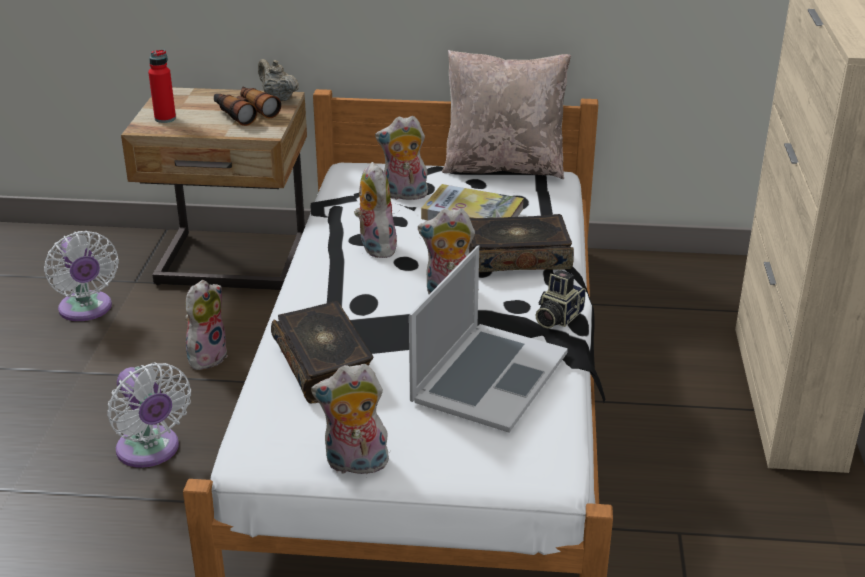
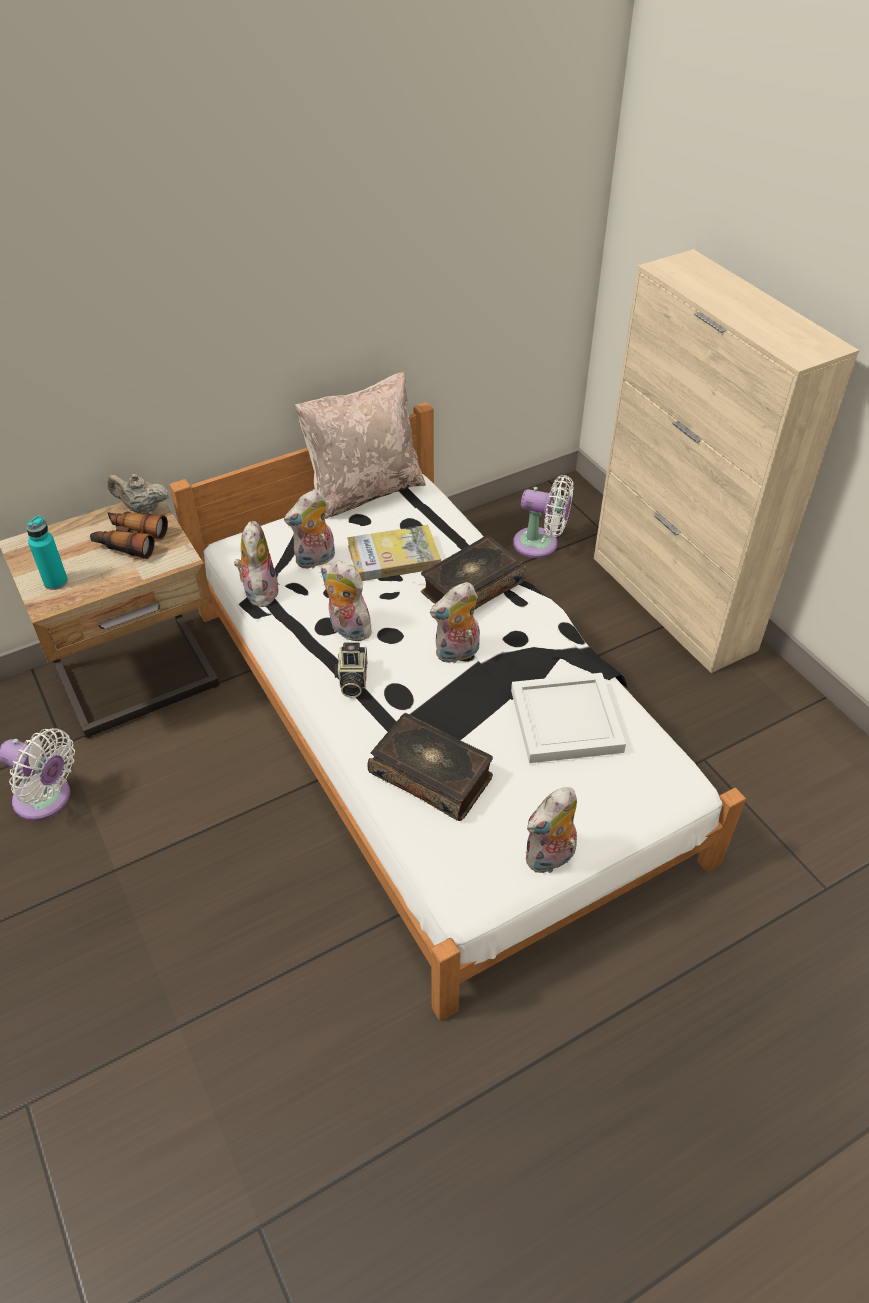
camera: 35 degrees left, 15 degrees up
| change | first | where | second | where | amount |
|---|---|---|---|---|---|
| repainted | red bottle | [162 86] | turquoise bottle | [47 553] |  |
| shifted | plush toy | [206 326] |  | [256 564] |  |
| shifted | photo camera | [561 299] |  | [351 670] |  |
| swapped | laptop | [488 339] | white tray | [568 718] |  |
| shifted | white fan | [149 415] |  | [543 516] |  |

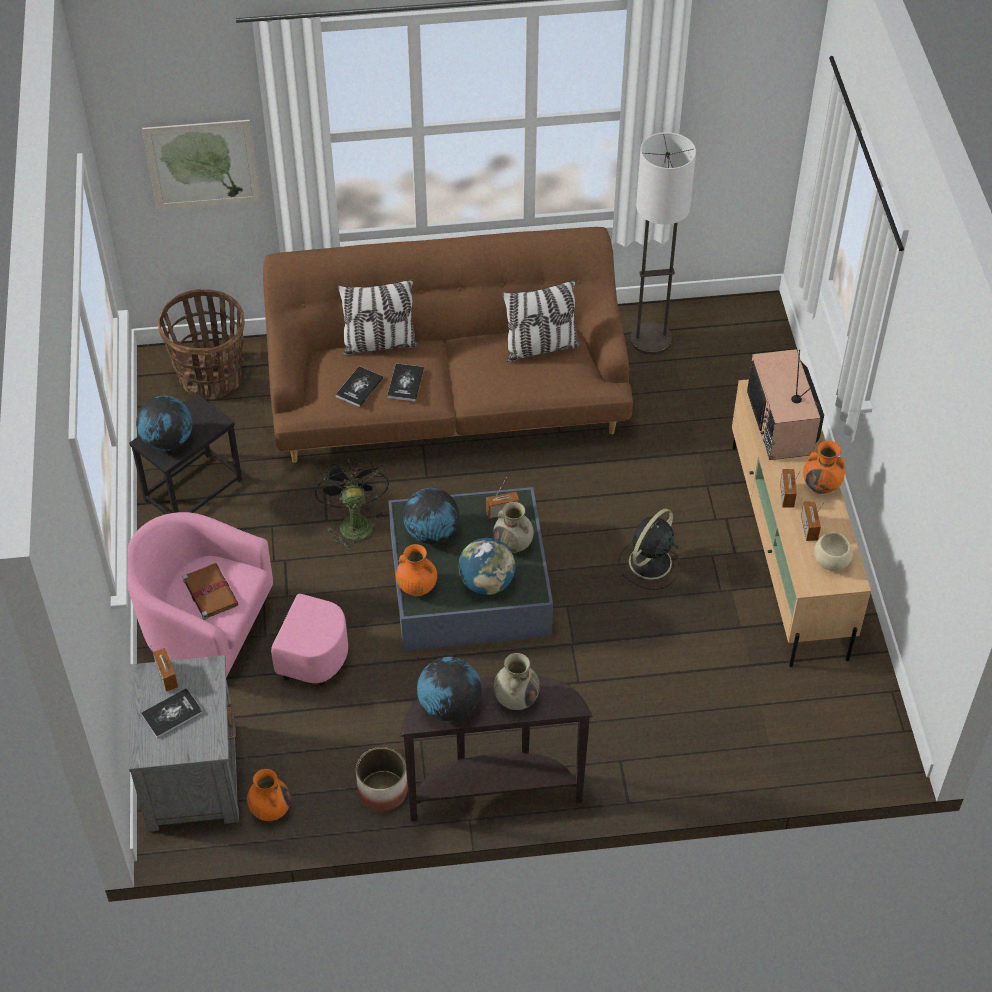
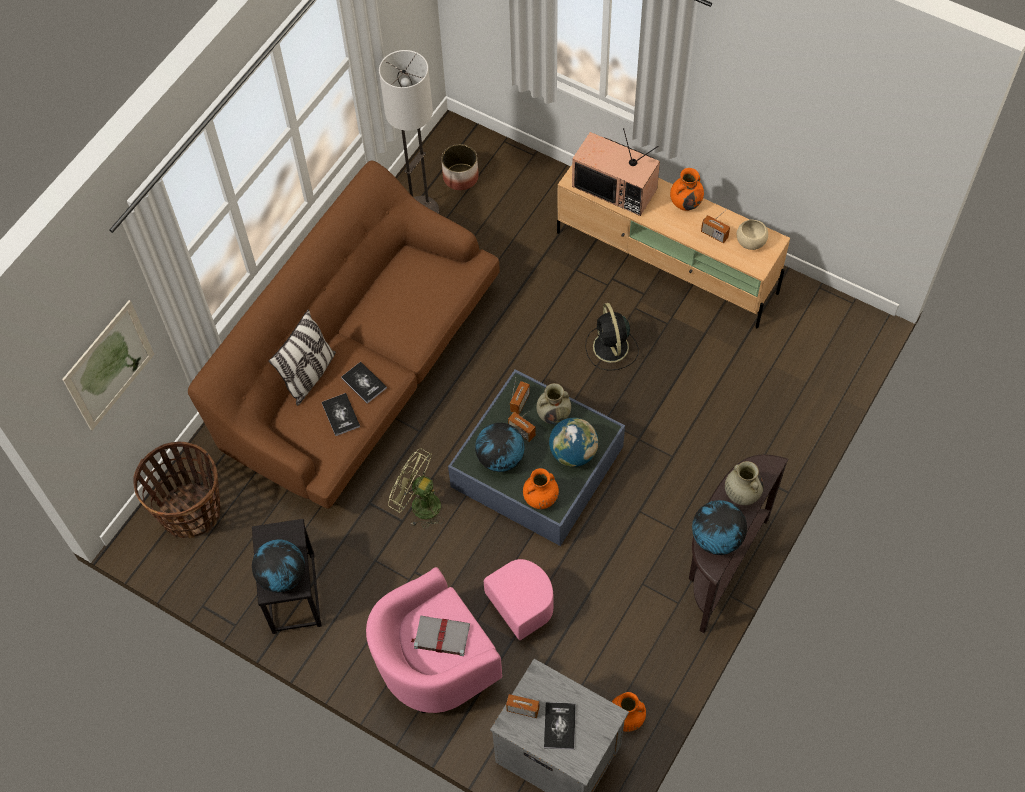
camera: 50 degrees left, 10 degrees up
| change | first | where | second | where | amount |
|---|---|---|---|---|---|
| repainted | black fan | [352 504] | green fan | [416 488] |  |
| repainted | brown book | [210 591] | grey book | [440 635] |  |
| shifted | planter | [382 779] |  | [460 167] |  |
| shifted | radio | [790 488] |  | [522 427] |  |
| gone | pillow | [541 321] |  |  |  |

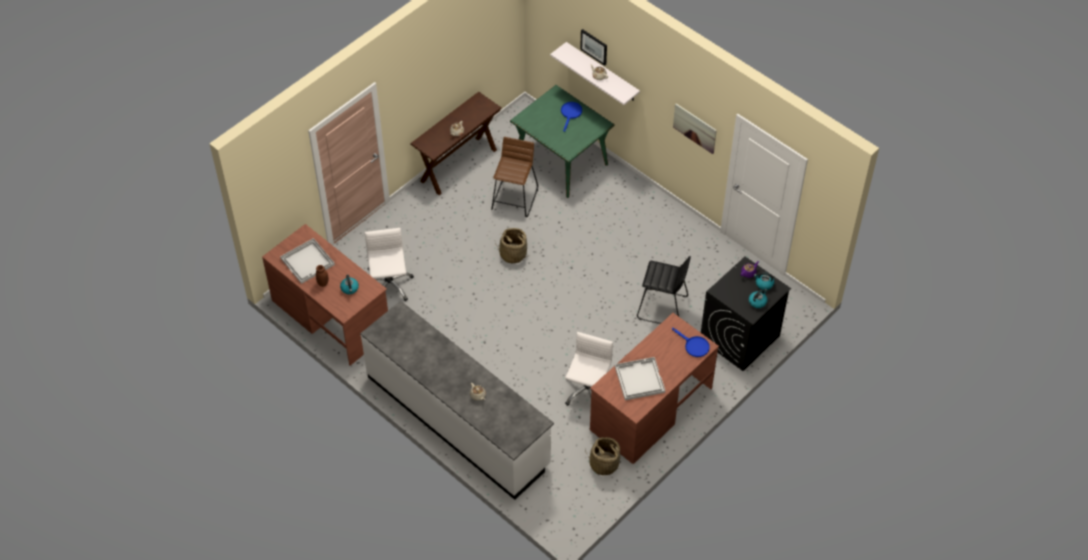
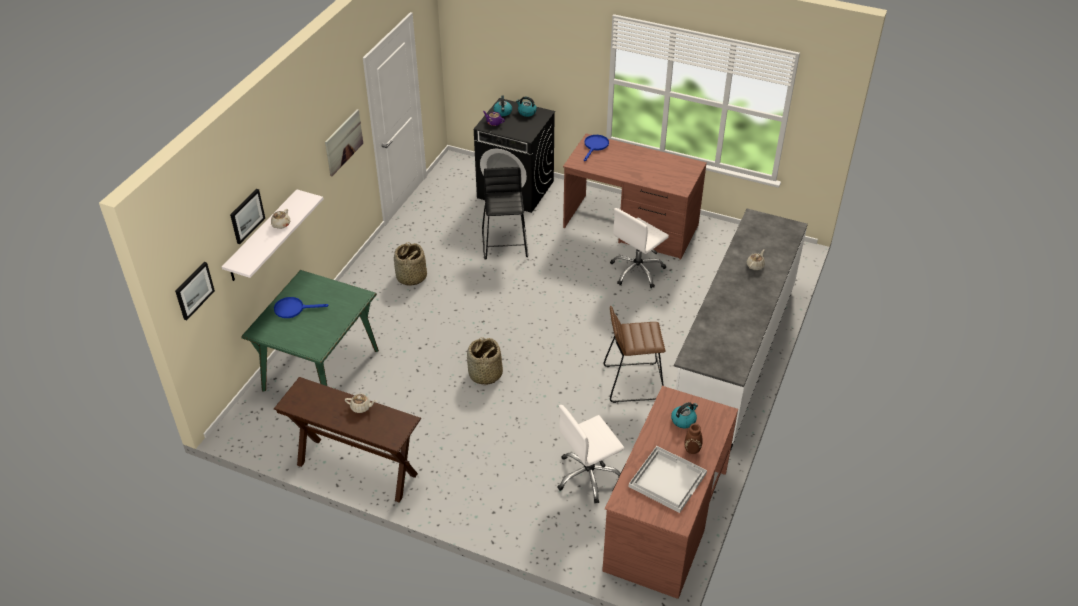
camera: 110 degrees left, 10 degrees down
| change | first | where | second | where | amount |
|---|---|---|---|---|---|
| new |  |  | picture | [195 291] |  |
| shifted | basket | [602 456] |  | [410 264] |  |
| shifted | brown stool | [514 177] |  | [634 354] |  |
| rotated | white office chair | [589 369] |  | [639 248] | 45 degrees counterclockwise |
| gone | white tray | [640 378] |  |  |  |

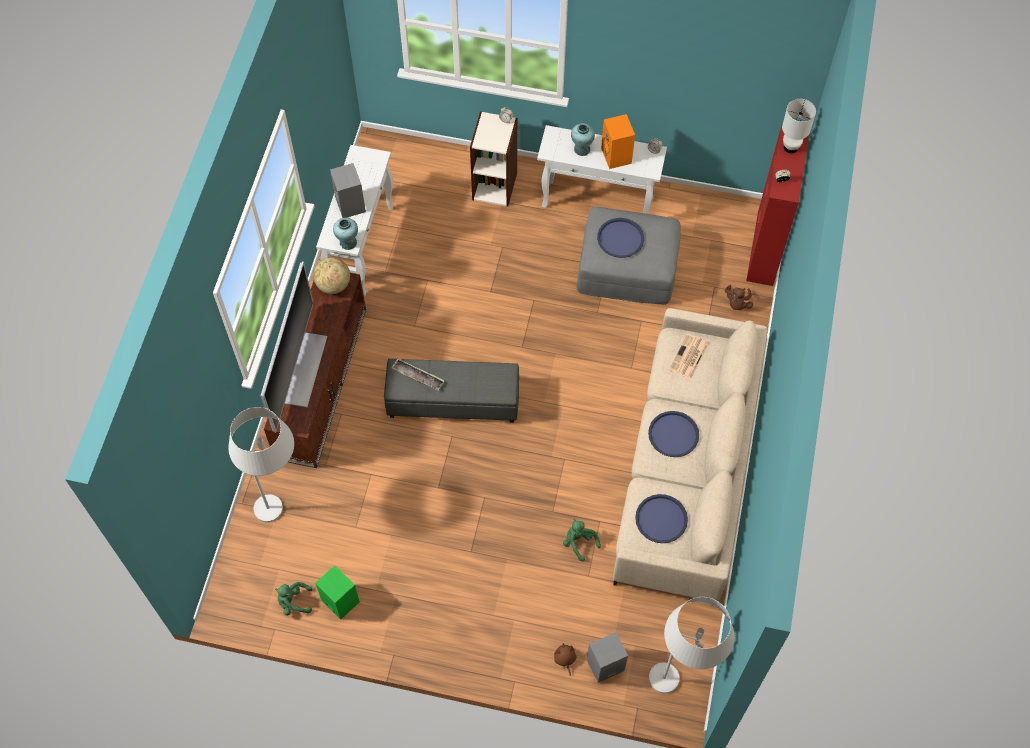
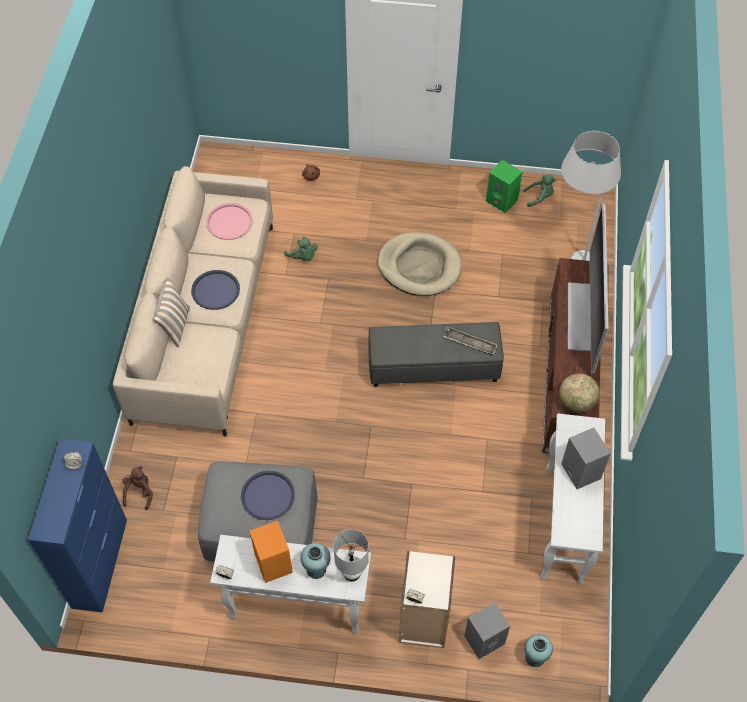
camera: 175 degrees right, 5 degrees down
| change | first | where | second | where | amount |
|---|---|---|---|---|---|
| repainted | red cabinet | [777 205] | blue cabinet | [77 526] |  |
| new |  |  | pillow | [171 313] |  |
| repainted | blue tray | [661 518] | pink tray | [229 221] |  |
| shifted | white table lamp | [799 126] |  | [351 555] |  |
| new |  |  | beige dog bed | [419 264] |  |
| shifted | grey speaker | [607 657] |  | [487 630] |  |
| shifted | turquoise vase | [345 234] |  | [538 650] |  |
| gone | white floor lamp | [691 645] |  |  |  |
| gone | newspaper | [688 356] |  |  |  |

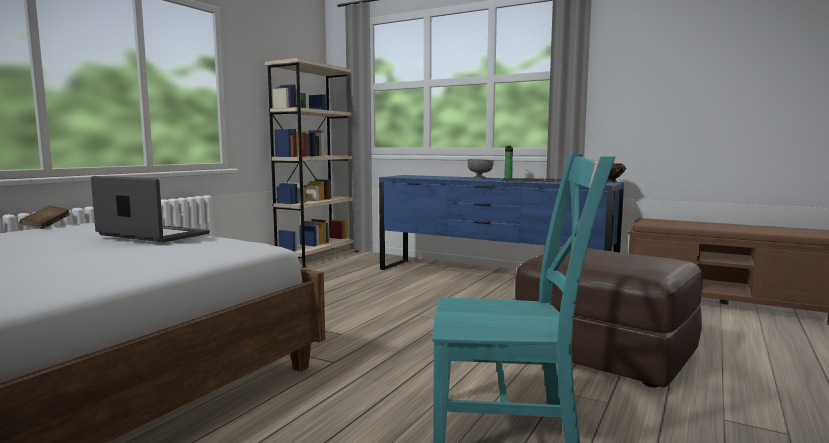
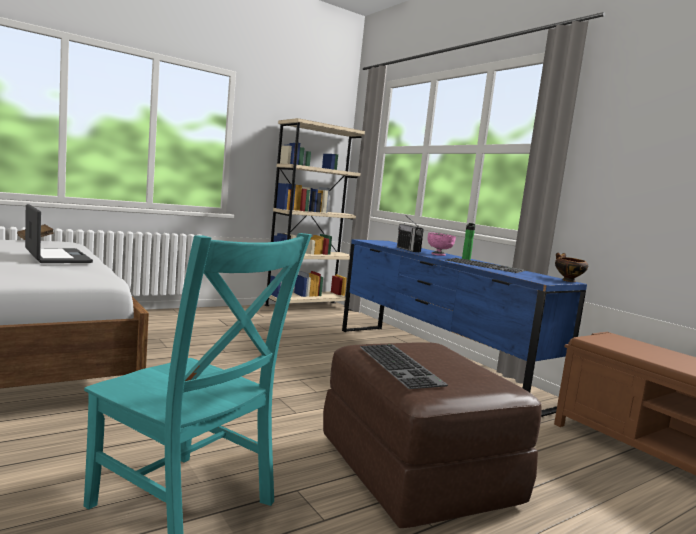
camera: 25 degrees right, 0 degrees up
| change | first | where | second | where | amount |
|---|---|---|---|---|---|
| new |  |  | keyboard | [403 366] |  |
| new |  |  | radio | [410 233] |  |
| repainted | grey bowl | [480 169] | pink bowl | [442 244] |  |

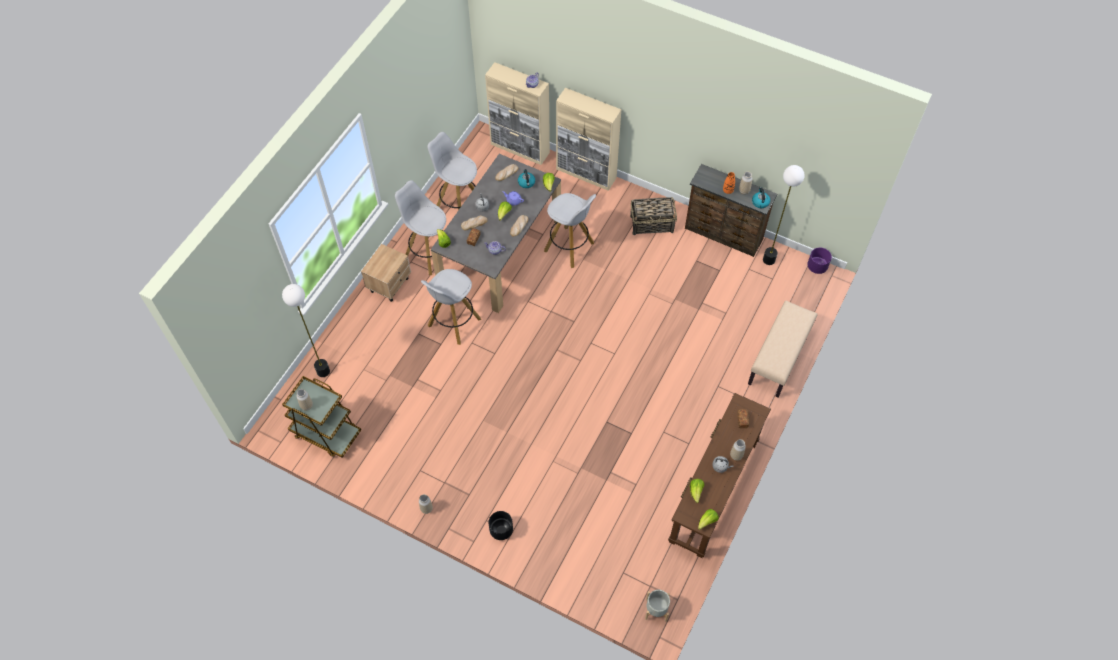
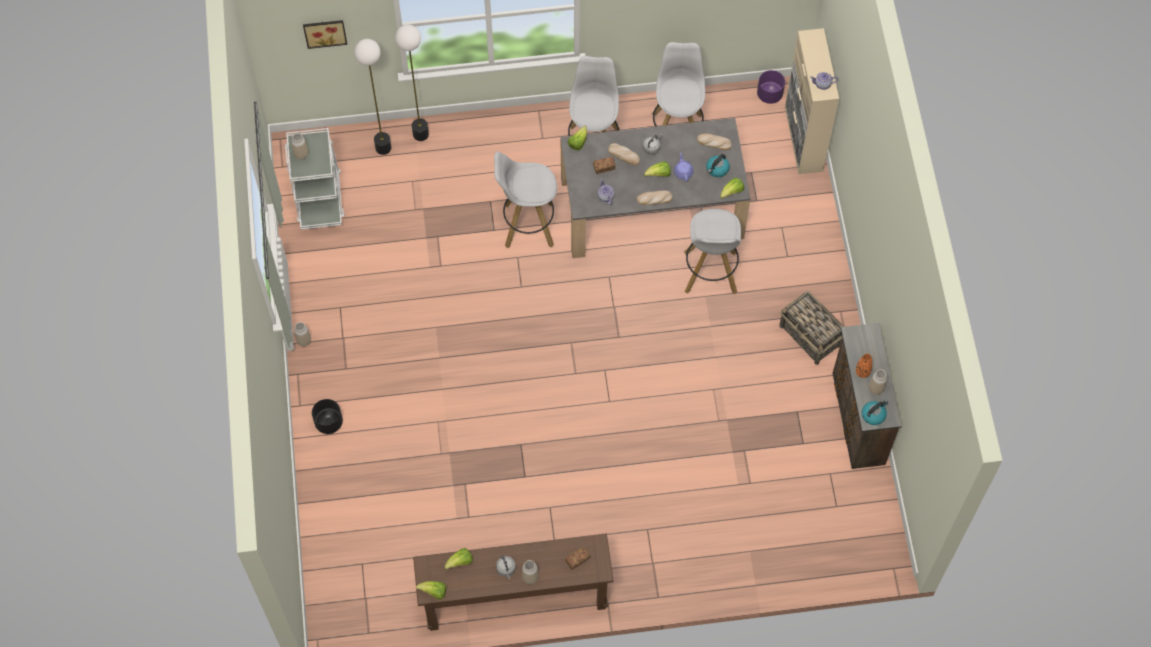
camera: 55 degrees right, 5 degrees up
| change | first | where | second | where | amount |
|---|---|---|---|---|---|
| repainted | brown cart | [321 417] | white cart | [315 179] |  |
| new |  |  | picture | [325 34] |  |
| shifted | floor lamp | [784 215] |  | [412 82] |  |
| shifted | purple planter | [819 261] |  | [771 87] |  |
| gone | beige nightstand | [386 273] |  |  |  |
| gone | beige cabinet | [588 139] |  |  |  |
| gone | grey planter | [657 606] |  |  |  |
| gone | beige bench | [783 349] |  |  |  |

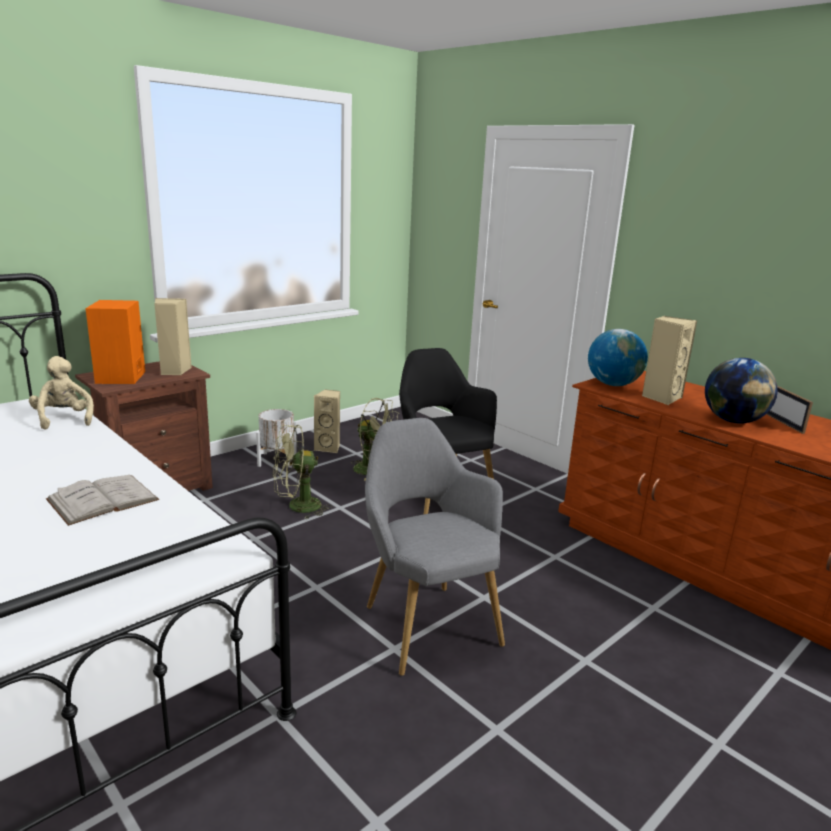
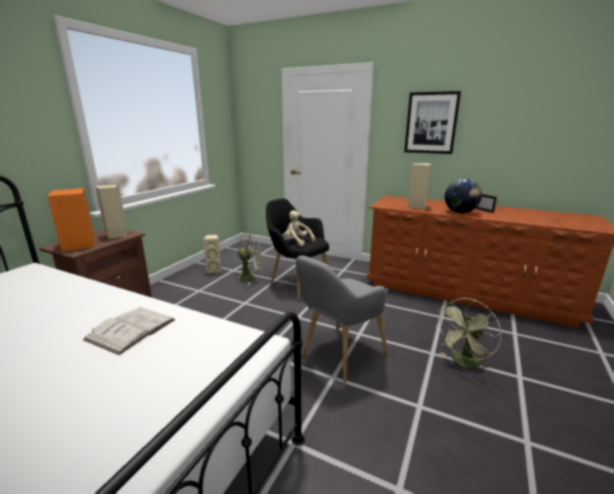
camera: 20 degrees left, 0 degrees up
| change | first | where | second | where | amount |
|---|---|---|---|---|---|
| shifted | beige plush toy | [61 393] |  | [300 228] |  |
| rotated | grey armchair | [435 547] |  | [341 318] | 90 degrees counterclockwise |
| new |  |  | picture | [432 122] |  |
| shifted | green fan | [302 472] |  | [468 336] |  |
| gone | white planter | [276 438] |  |  |  |
| gone | globe | [618 357] |  |  |  |

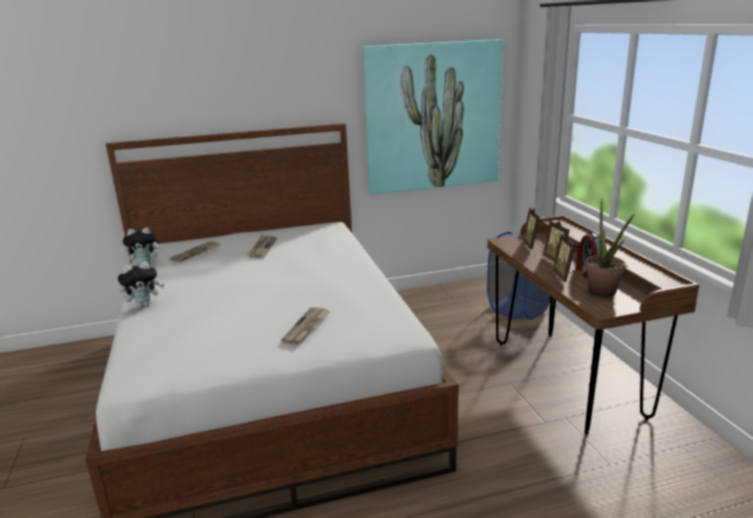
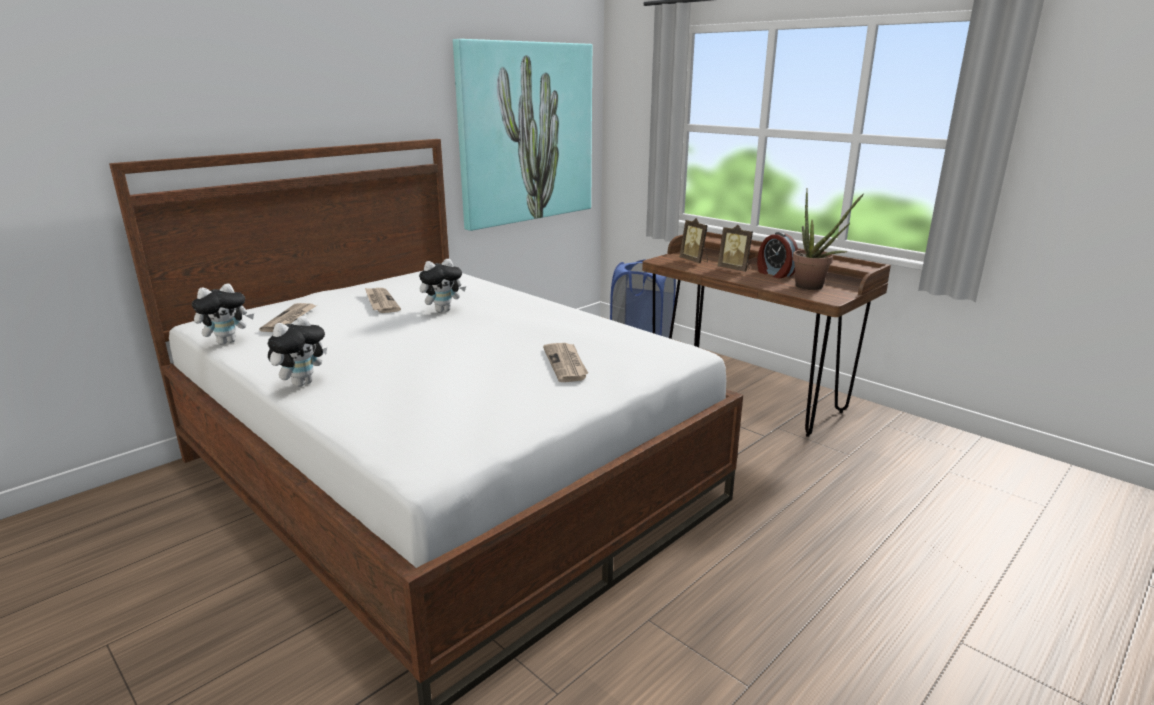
camera: 30 degrees left, 0 degrees up
| change | first | where | second | where | amount |
|---|---|---|---|---|---|
| new |  |  | plush toy | [442 285] |  |
| gone | picture frame | [565 258] |  |  |  |

